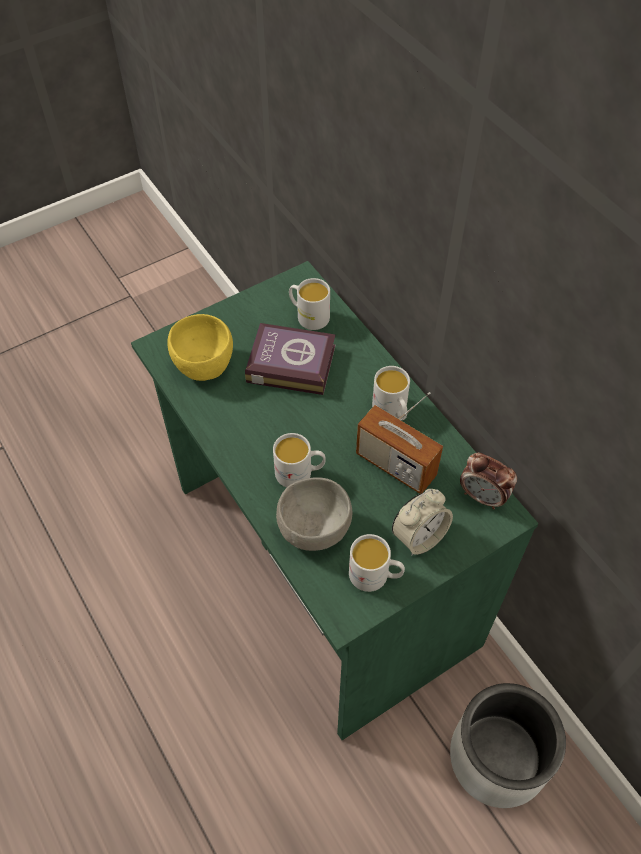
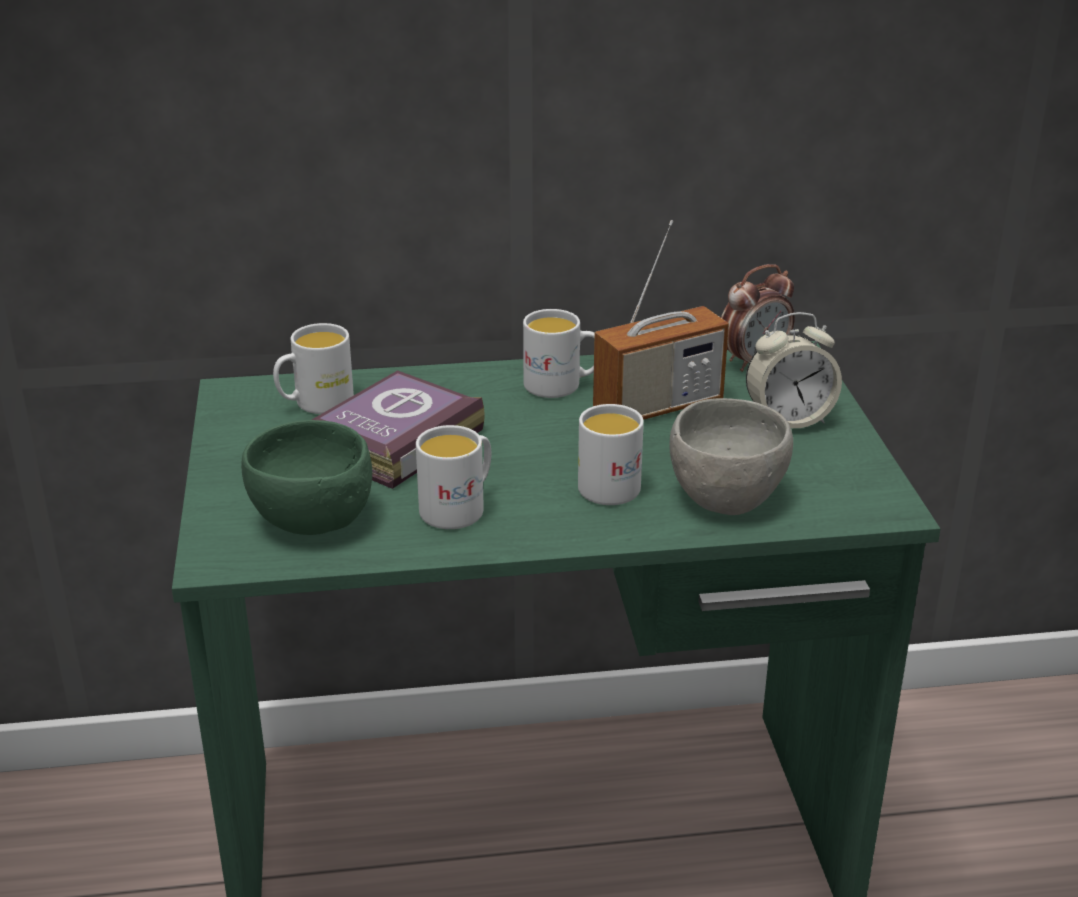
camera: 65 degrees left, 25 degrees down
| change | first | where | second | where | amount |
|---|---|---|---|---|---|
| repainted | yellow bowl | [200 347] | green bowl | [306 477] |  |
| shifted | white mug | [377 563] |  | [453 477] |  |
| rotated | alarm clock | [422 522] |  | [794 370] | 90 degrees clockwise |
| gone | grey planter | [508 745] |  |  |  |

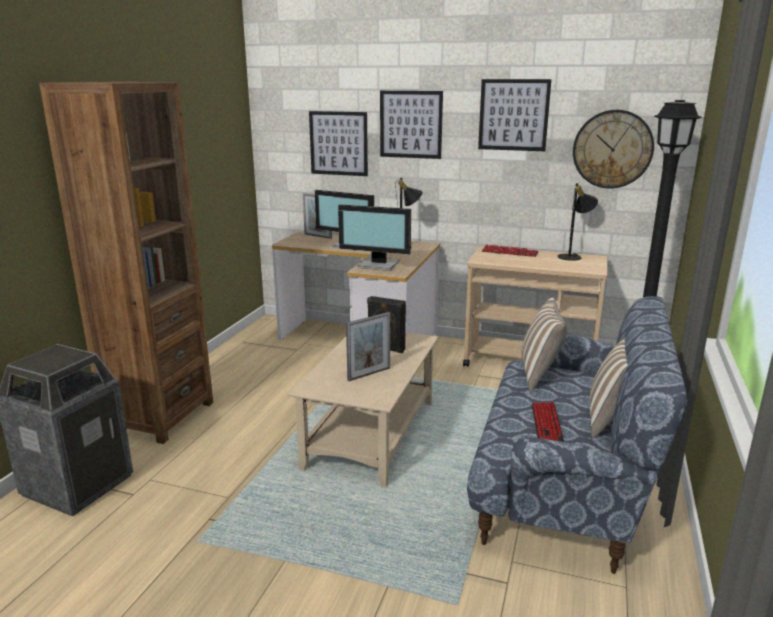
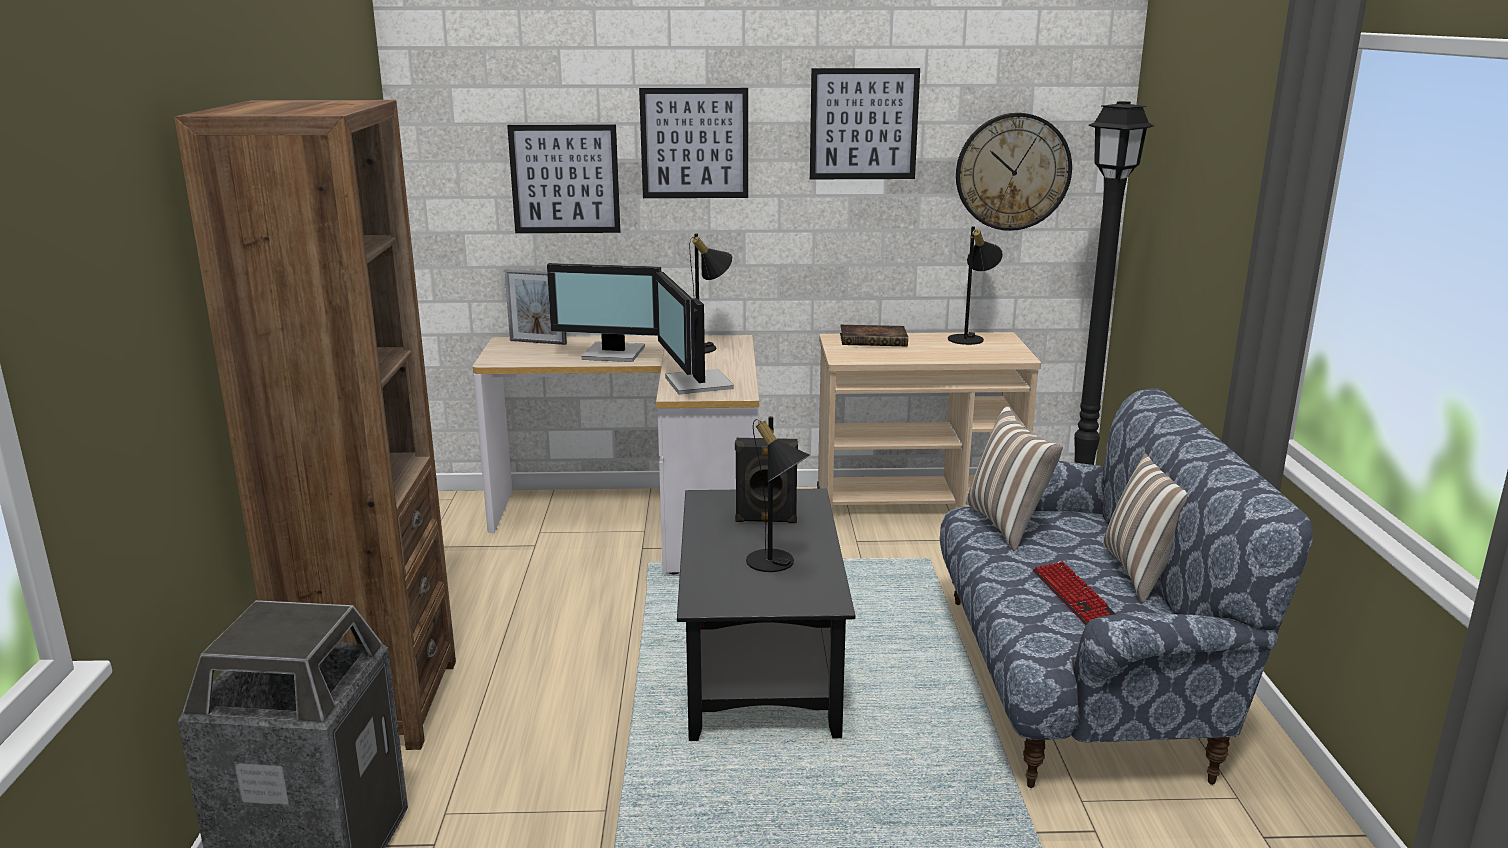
camera: 20 degrees left, 0 degrees up
| change | first | where | second | where | amount |
|---|---|---|---|---|---|
| rotated | monitor | [374 237] |  | [695 333] | 75 degrees clockwise |
| repainted | beige coffee table | [363 409] | black coffee table | [766 614] |  |
| swapped | picture frame | [368 346] | black table lamp | [777 494] |  |
| swapped | keyboard | [510 251] | book | [874 335] |  |

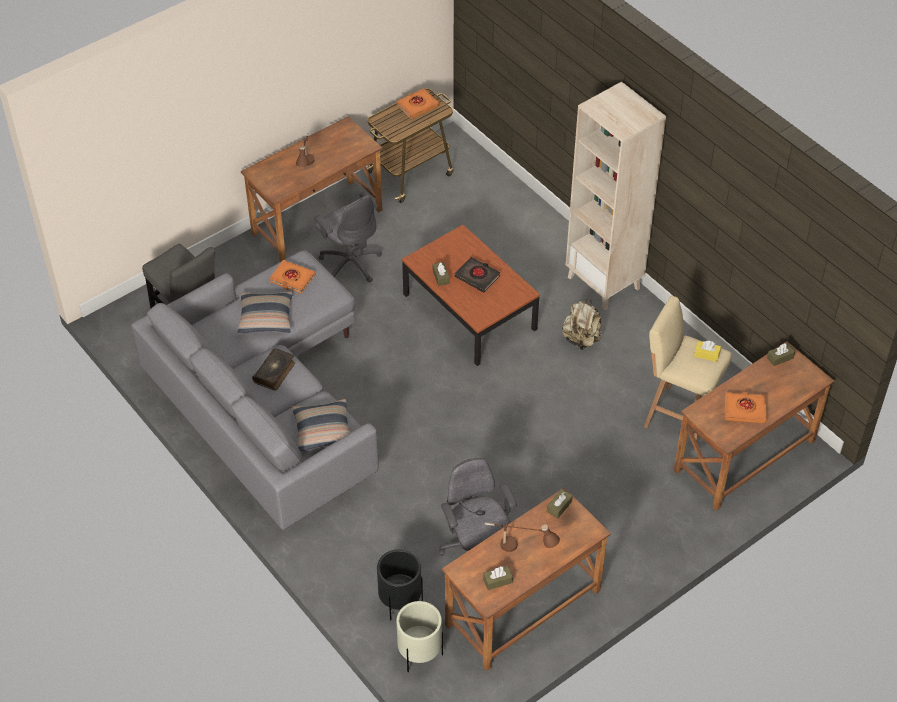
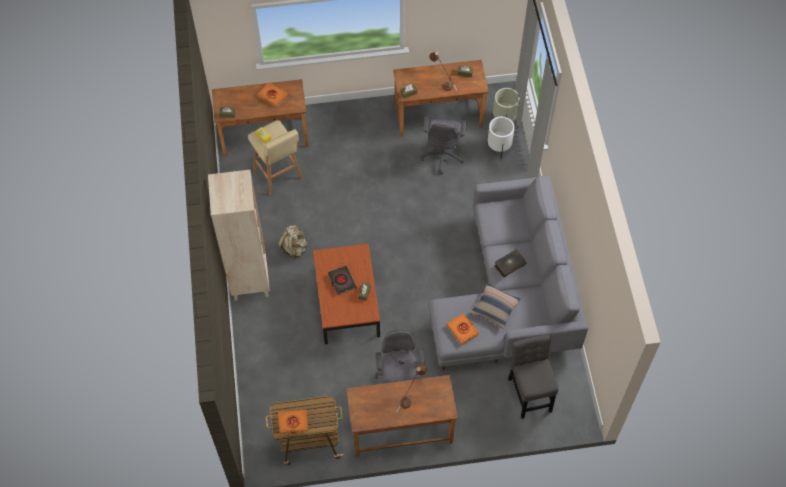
camera: 150 degrees left, 10 degrees up
| change | first | where | second | where | amount |
|---|---|---|---|---|---|
| repainted | black planter | [400 584] | white planter | [501 137] |  |
| gone | pillow | [321 425] |  |  |  |

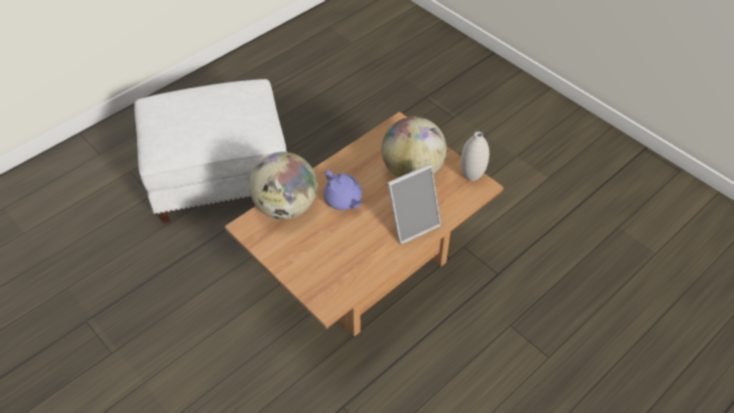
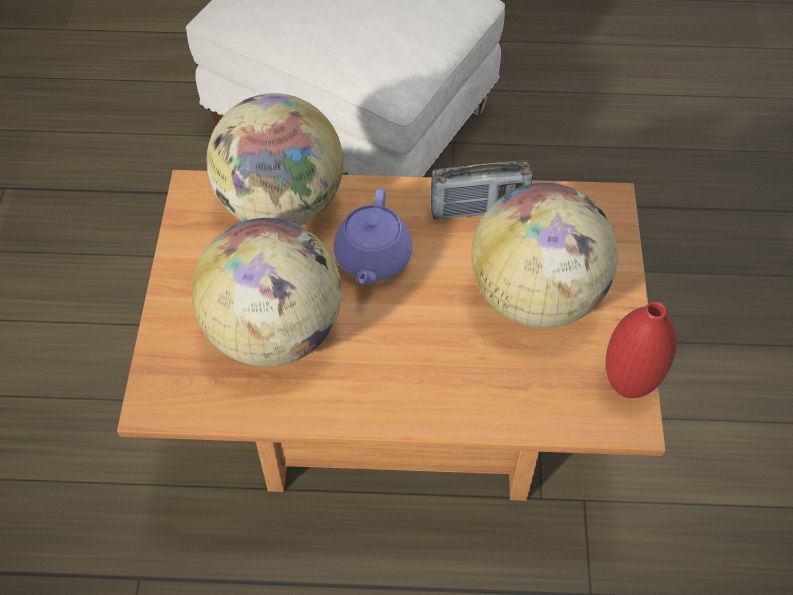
camera: 45 degrees right, 5 degrees up
| change | first | where | second | where | amount |
|---|---|---|---|---|---|
| new |  |  | globe | [267 292] |  |
| new |  |  | radio | [481 190] |  |
| repainted | white vase | [475 156] | red vase | [641 350] |  |
| gone | picture frame | [414 204] |  |  |  |

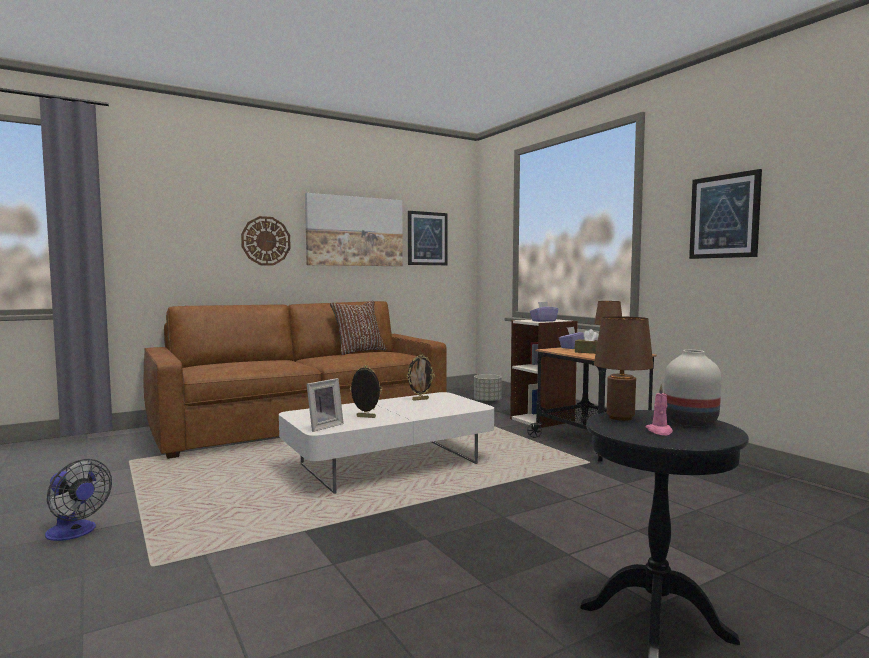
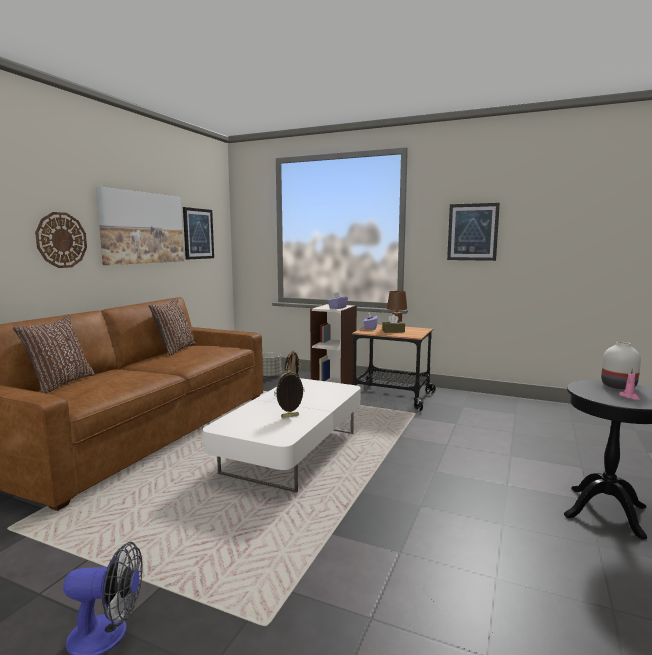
camera: 35 degrees left, 5 degrees up
| change | first | where | second | where | amount |
|---|---|---|---|---|---|
| new |  |  | brown pillow | [54 354] |  |
| gone | picture frame | [325 405] |  |  |  |
| gone | brown table lamp | [623 368] |  |  |  |

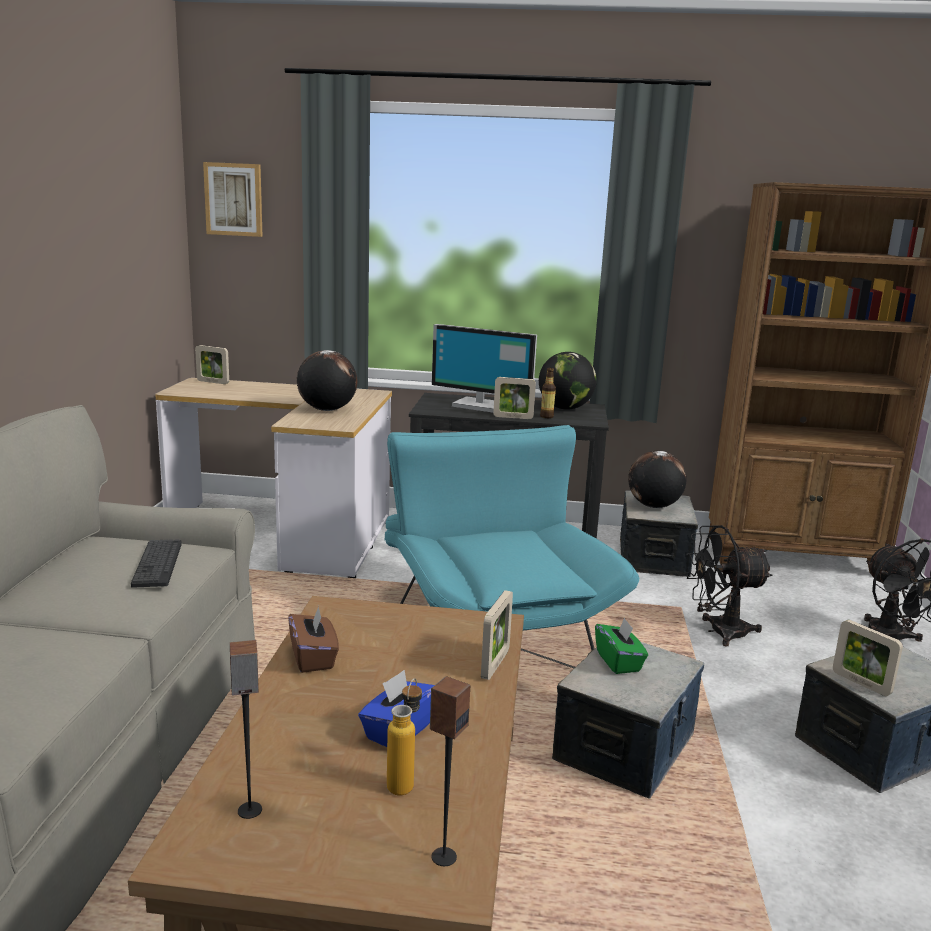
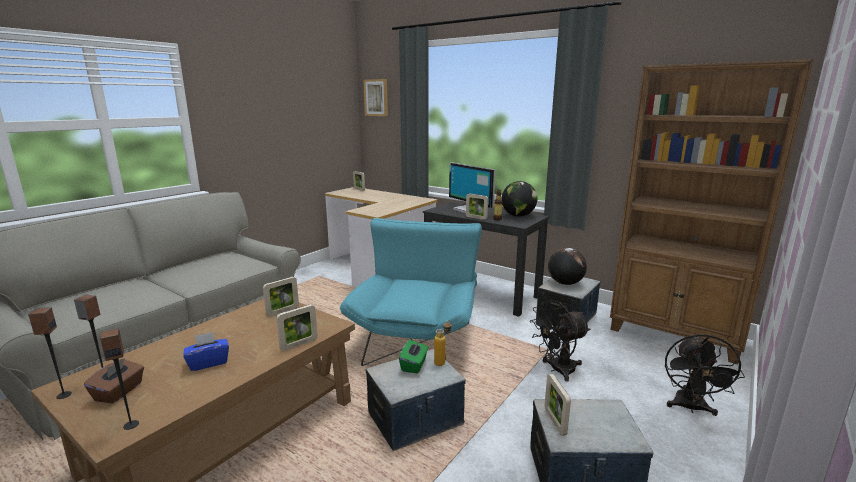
camera: 30 degrees right, 0 degrees up
| change | first | where | second | where | amount |
|---|---|---|---|---|---|
| new |  |  | speaker | [50 353] |  |
| shifted | brown tissue box | [313 639] |  | [114 381] |  |
| new |  |  | picture frame | [281 297] |  |
| shifted | bottle | [404 736] |  | [442 343] |  |
| rotated | black fan | [729 586] |  | [559 341] | 45 degrees counterclockwise |
| gone | keyboard | [156 563] |  |  |  |
| gone | globe | [327 380] |  |  |  |

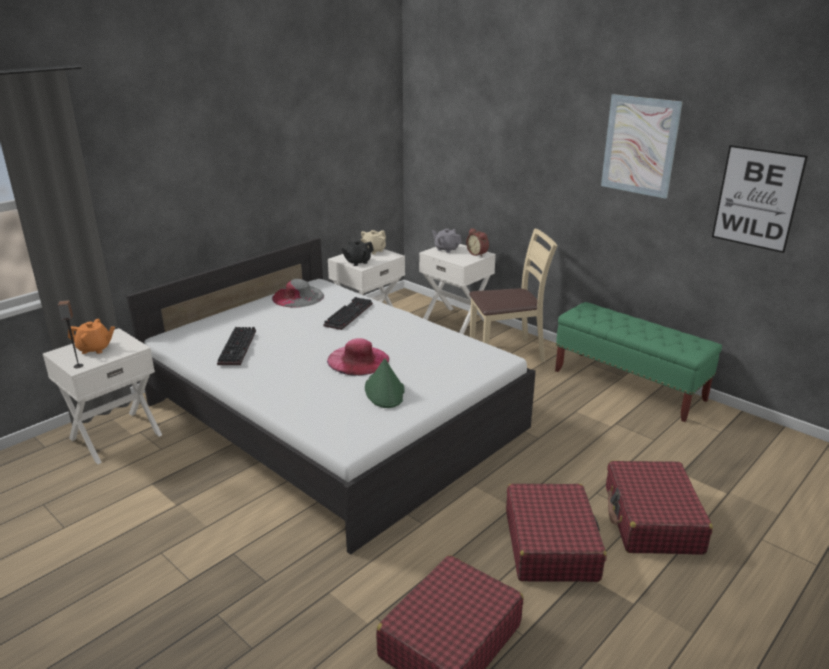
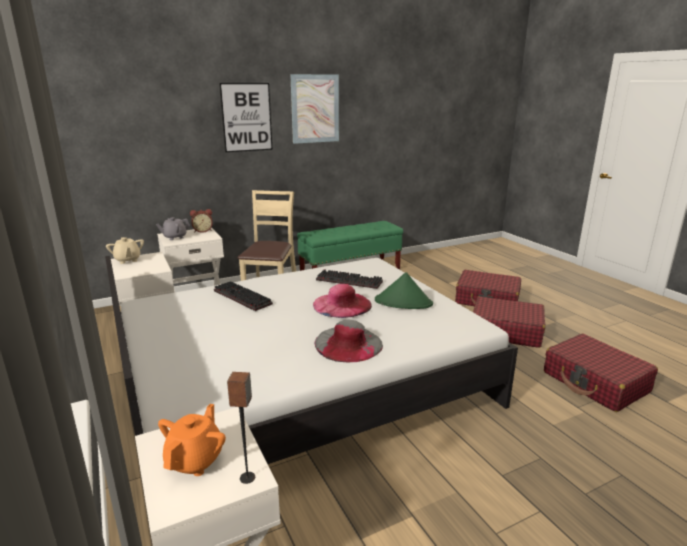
camera: 70 degrees left, 5 degrees down
| change | first | where | second | where | amount |
|---|---|---|---|---|---|
| shifted | picture | [760 199] |  | [246 117] |  |
| shifted | grey hat | [298 293] |  | [349 341] |  |
| shifted | keyboard | [236 346] |  | [349 279] |  |
| gone | black teapot | [357 253] |  |  |  |

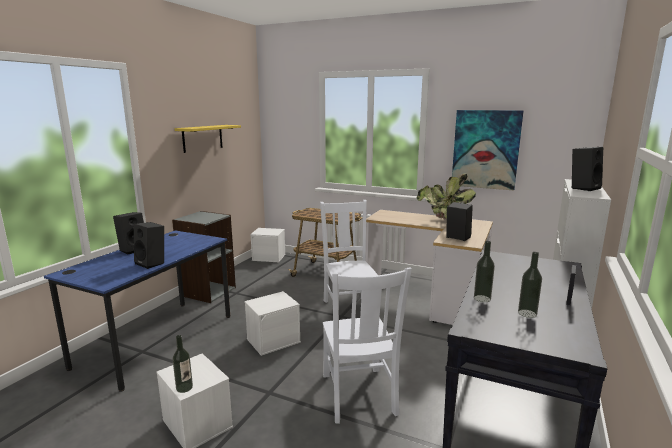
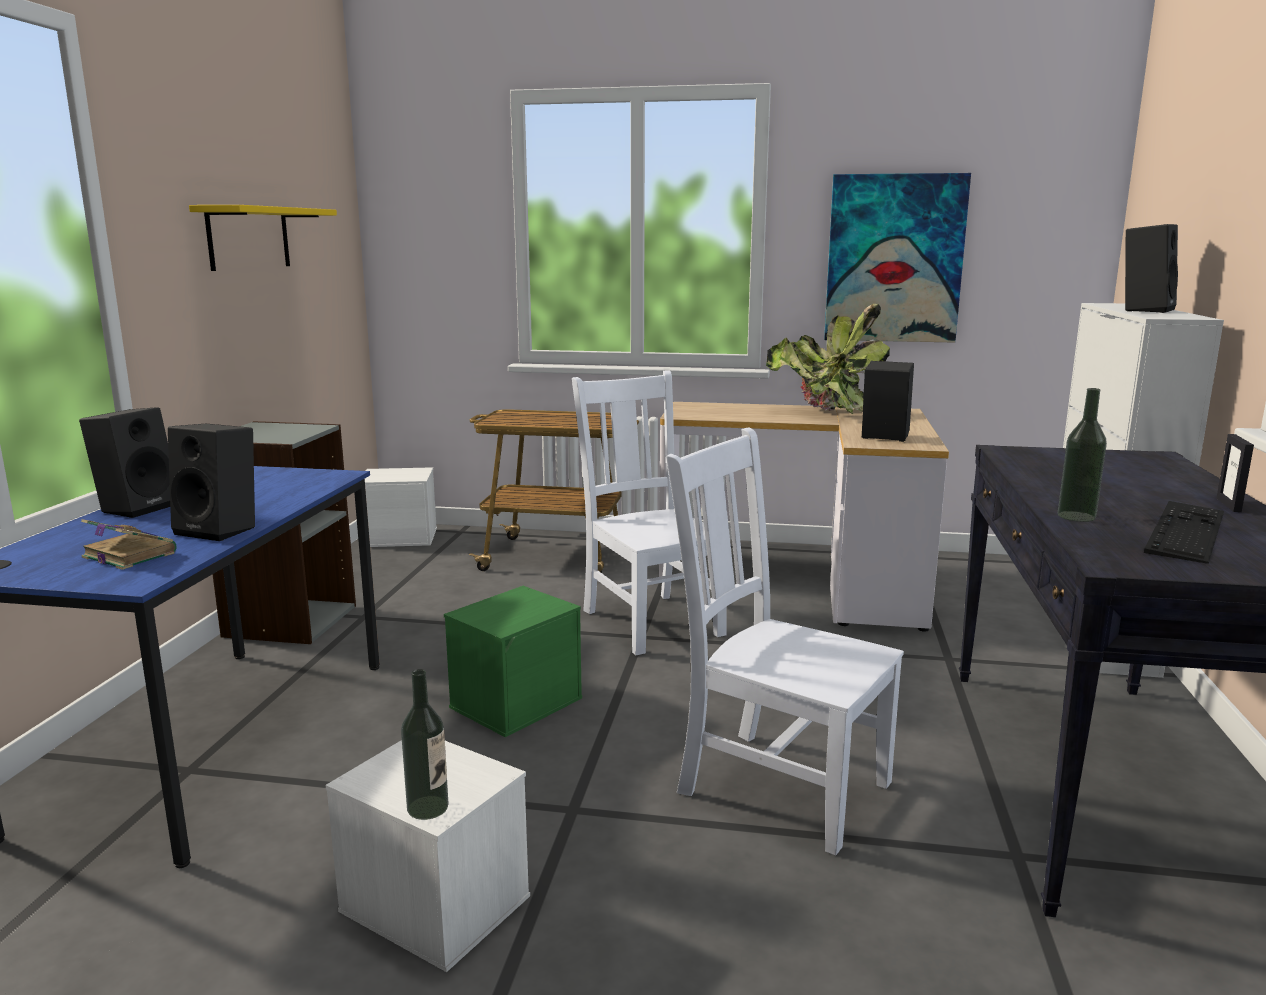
camera: 15 degrees left, 0 degrees up
| change | first | where | second | where | amount |
|---|---|---|---|---|---|
| new |  |  | book | [128 544] |  |
| repainted | white storage box | [272 323] | green storage box | [513 661] |  |
| rotated | white chair | [367 346] |  | [785 641] | 150 degrees clockwise |
| swapped | bottle | [530 285] | keyboard | [1184 532] |  |

